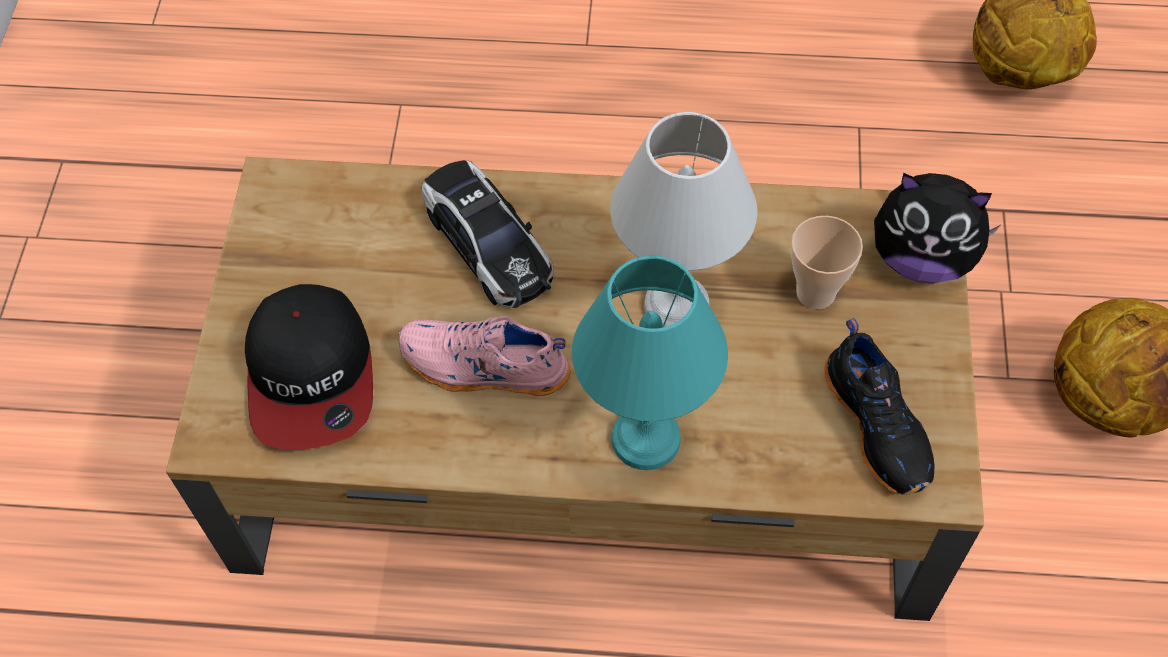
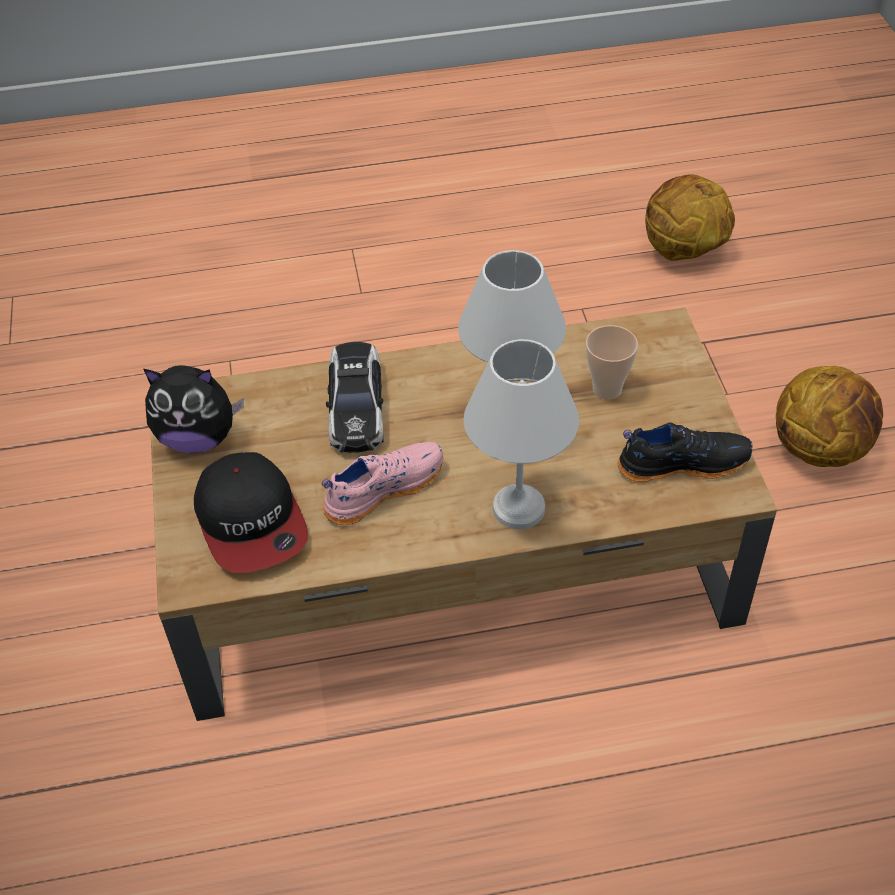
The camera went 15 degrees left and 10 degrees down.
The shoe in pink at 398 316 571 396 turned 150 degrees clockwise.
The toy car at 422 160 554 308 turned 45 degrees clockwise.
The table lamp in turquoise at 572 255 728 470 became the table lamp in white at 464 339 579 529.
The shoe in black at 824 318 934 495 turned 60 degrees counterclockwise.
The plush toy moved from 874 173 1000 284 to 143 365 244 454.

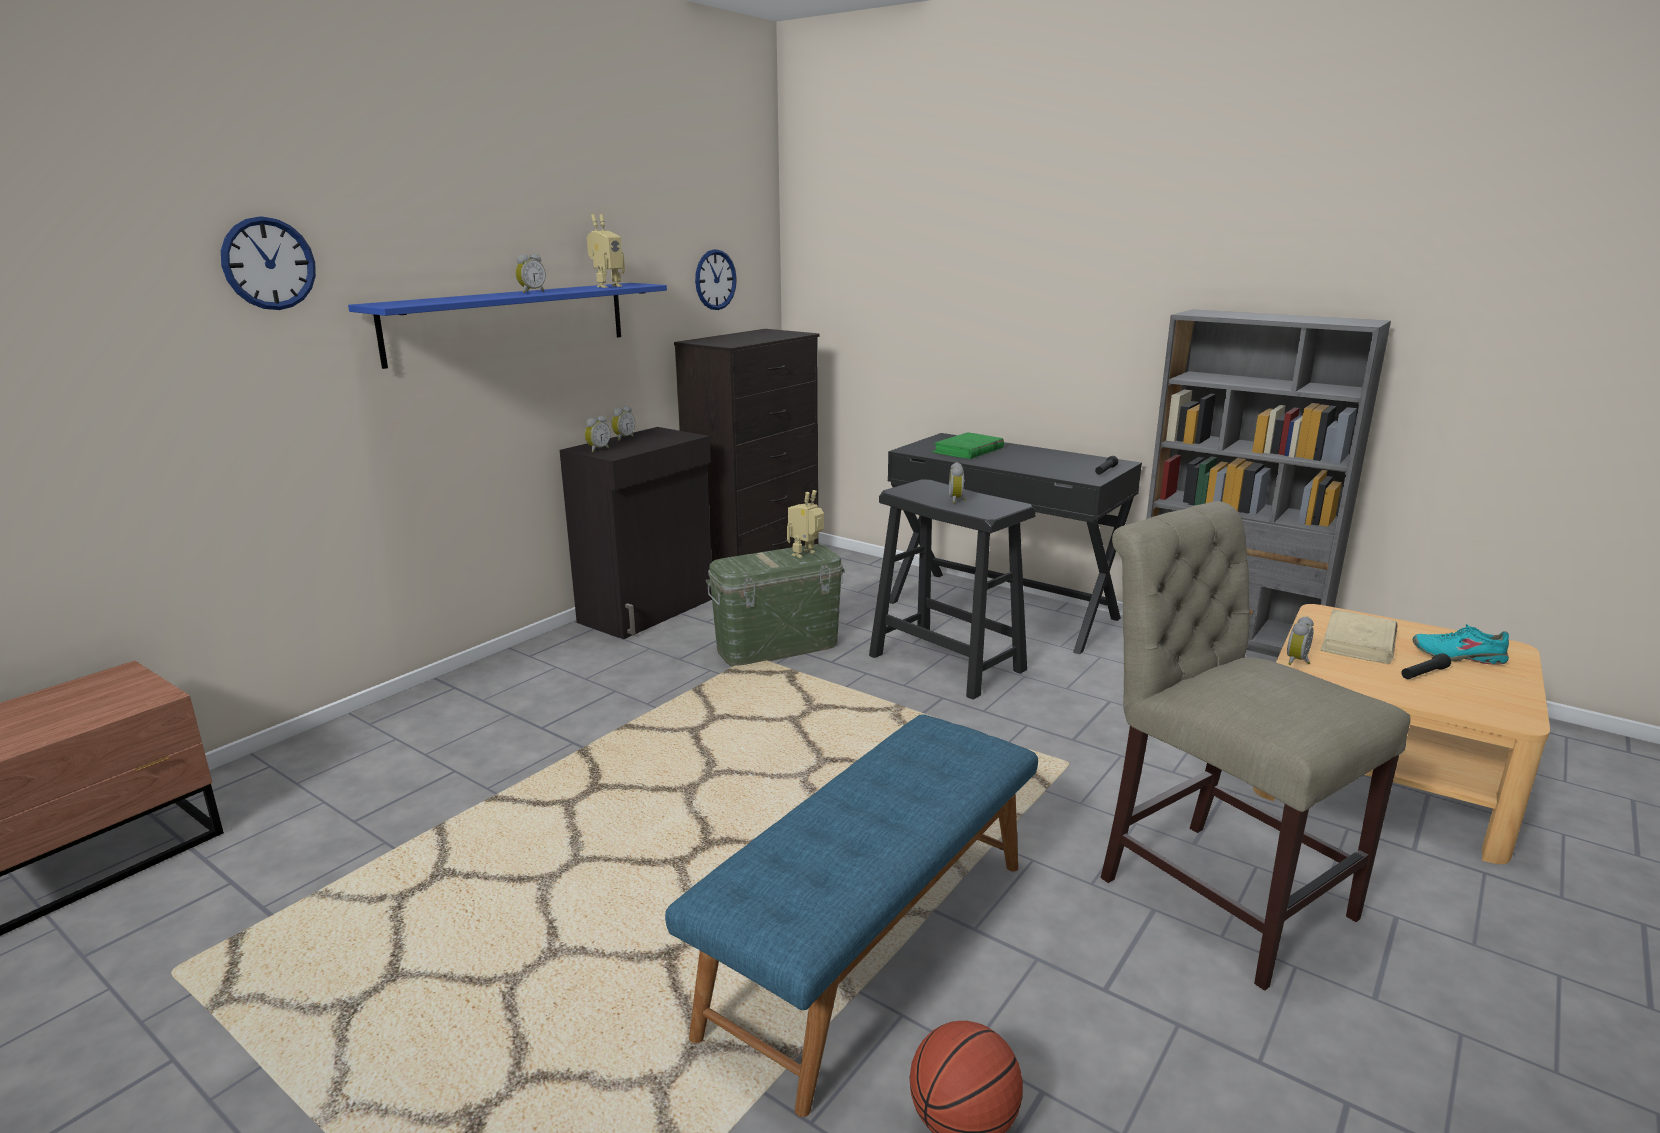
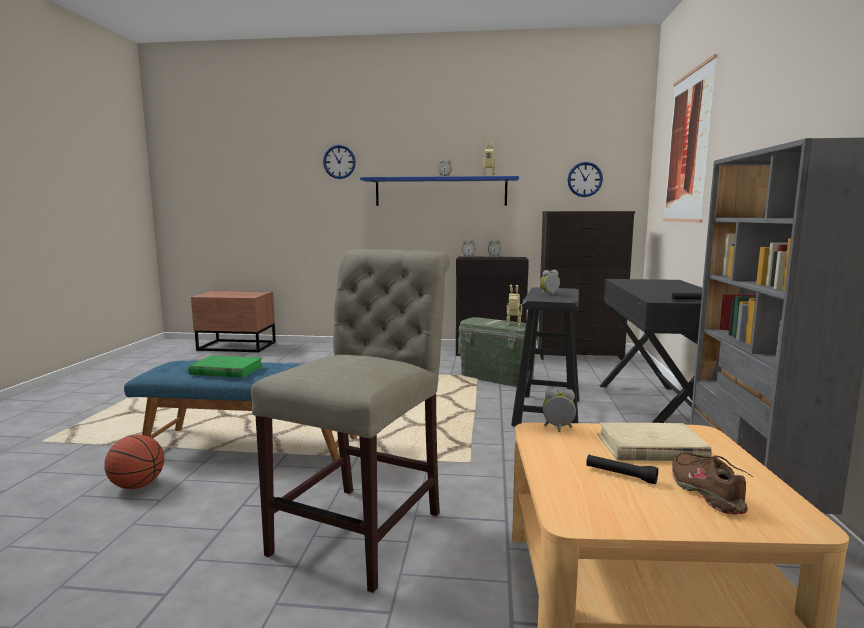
The camera went 60 degrees right and 10 degrees down.
The book in green moved from 932 432 1004 459 to 188 355 263 378.
The shoe in turquoise at 1412 624 1509 665 became the shoe in brown at 672 452 753 514.
The picture at 663 54 717 222 appeared.

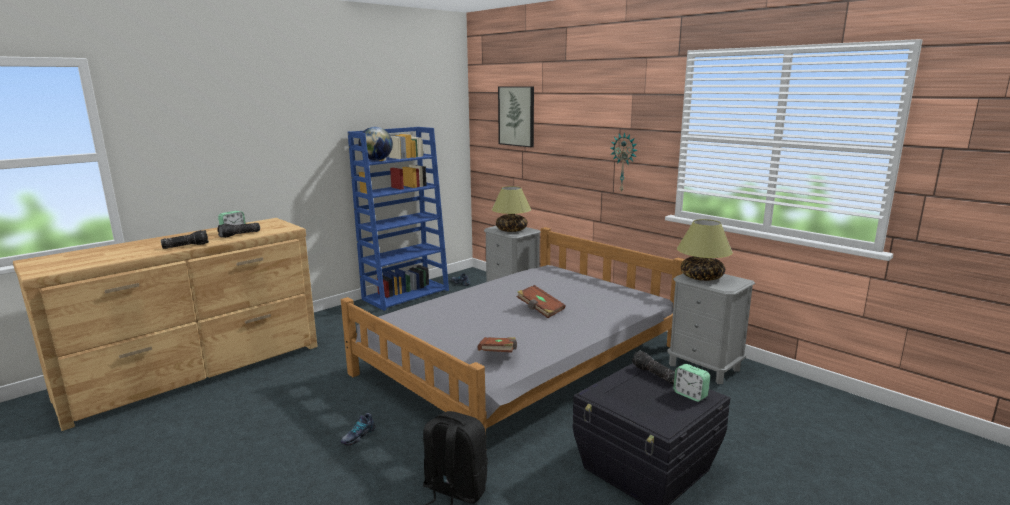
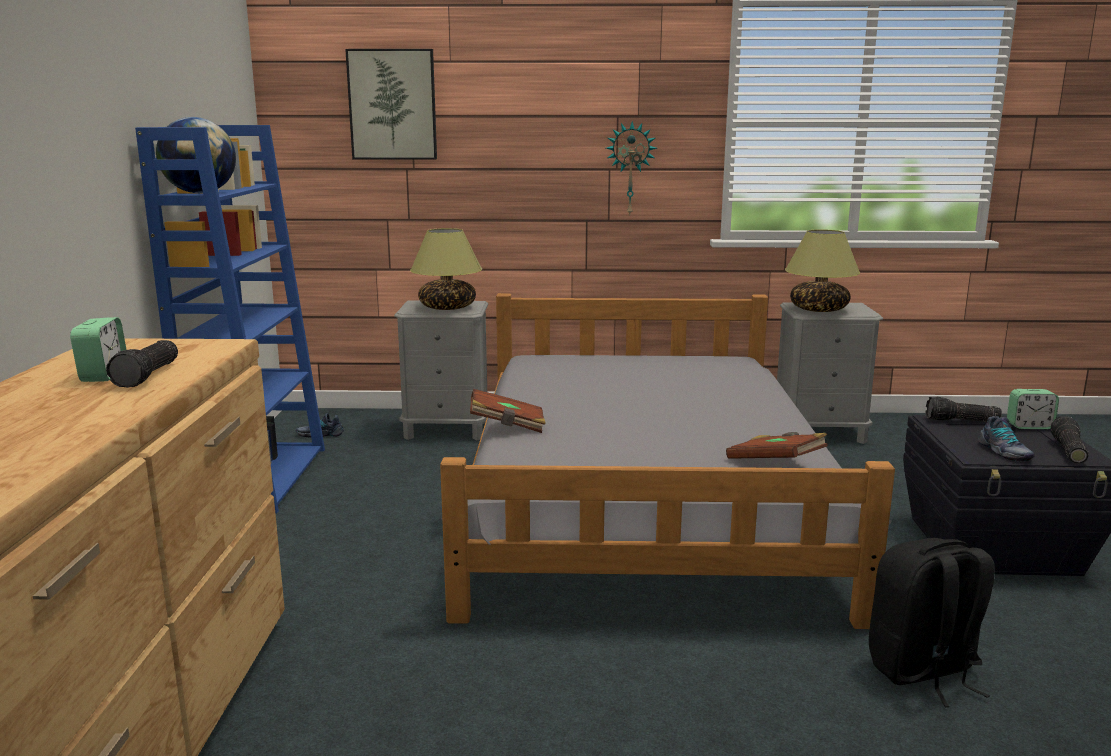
The camera went 45 degrees left and 0 degrees up.
The flashlight moved from 161 230 209 249 to 1051 416 1088 464.
The shoe moved from 341 413 375 446 to 978 416 1035 462.
The book in brown moved from 517 285 566 318 to 470 389 546 433.

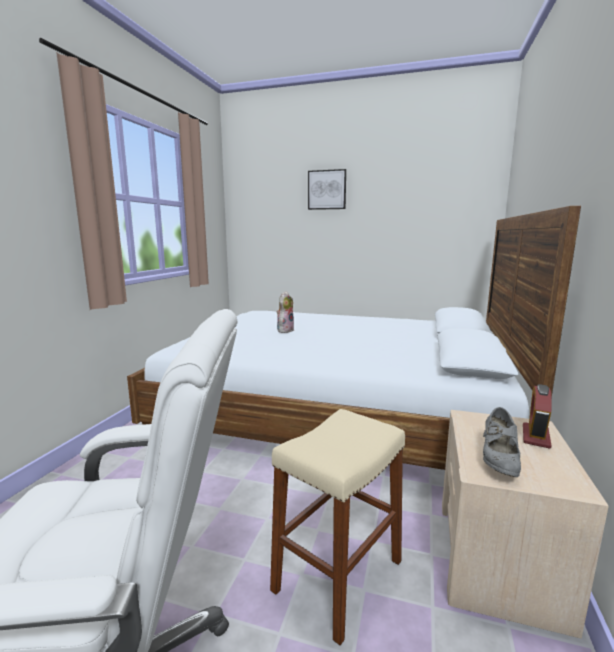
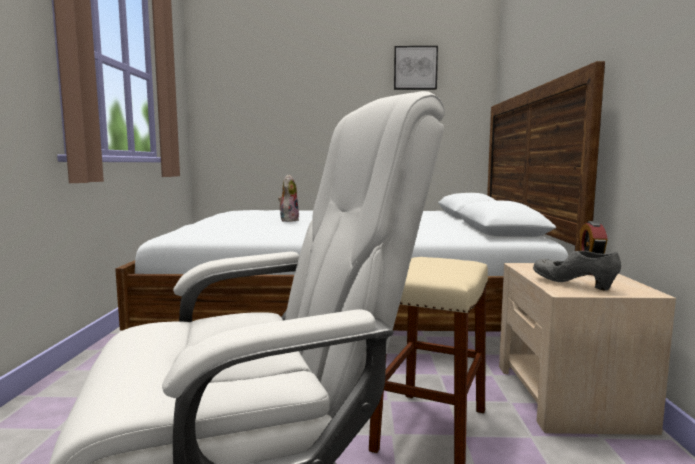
The camera went 15 degrees left and 5 degrees down.
The picture moved from 308 169 346 210 to 394 46 438 90.
The shoe in grey at 483 407 521 477 turned 135 degrees clockwise.

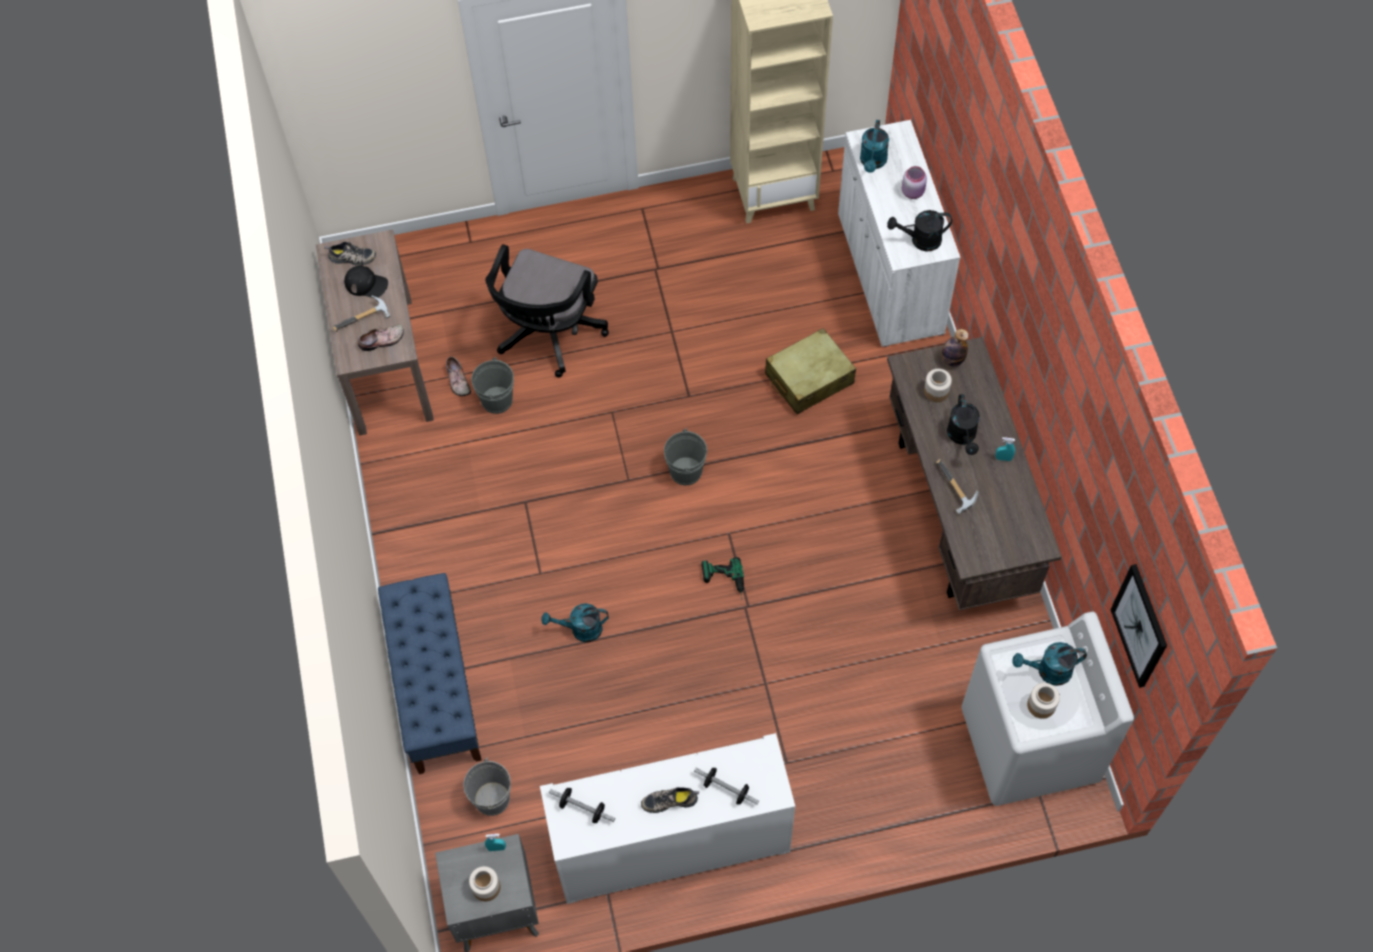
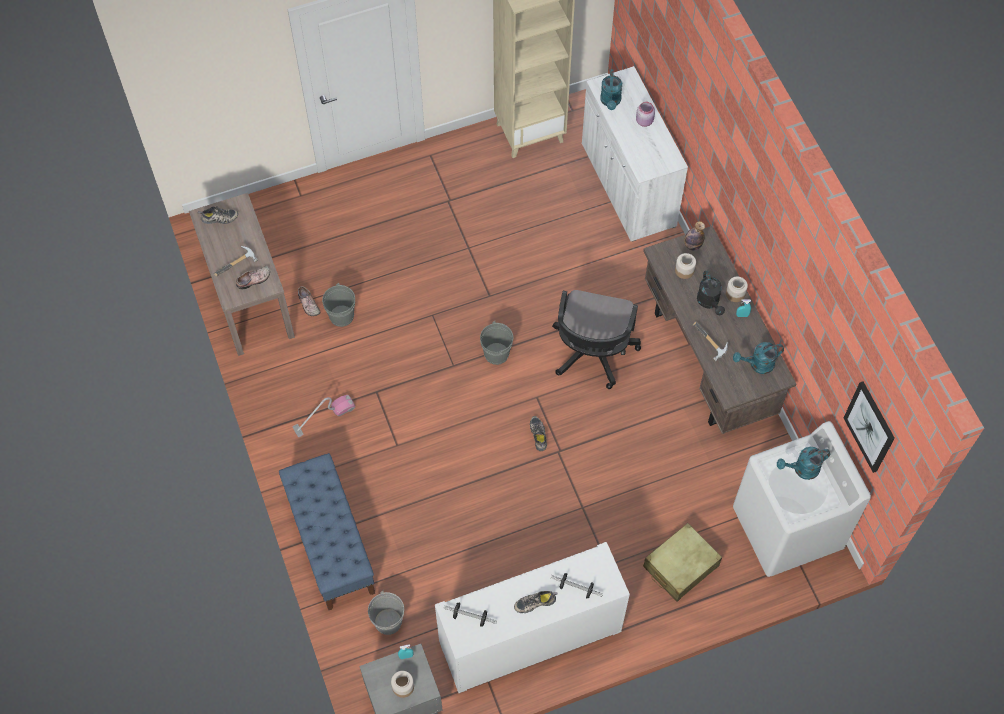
The camera went 10 degrees left and 0 degrees up.
The cap in black at 344 265 388 298 disappeared.
The office chair in black moved from 485 244 609 378 to 552 290 641 389.
The watering can in turquoise moved from 541 603 609 642 to 733 342 784 374.
The power drill at 701 557 744 598 was replaced by the shoe at 530 416 547 451.
The suitcase in beige moved from 765 328 856 414 to 643 523 722 601.
The watering can in black at 887 210 952 252 disappeared.
The jar moved from 1027 683 1060 719 to 726 276 748 302.
The vacuum cleaner at 293 395 355 437 appeared.

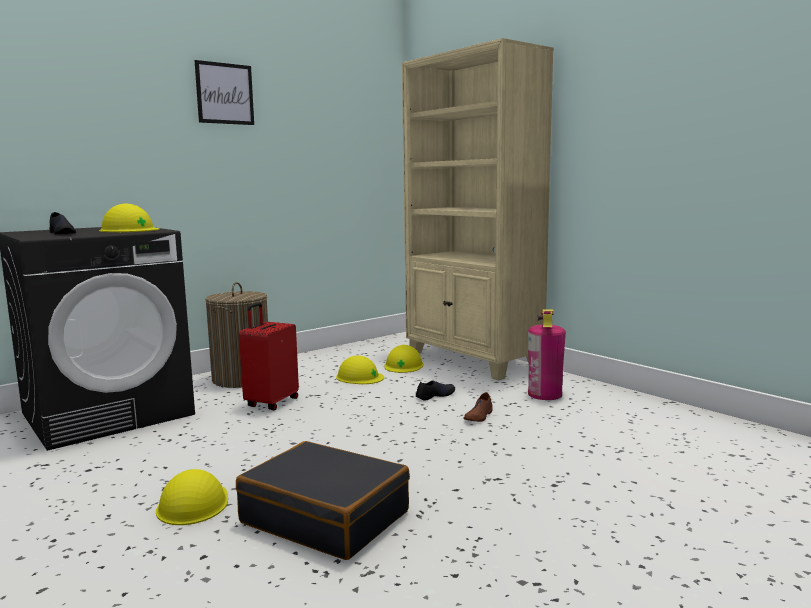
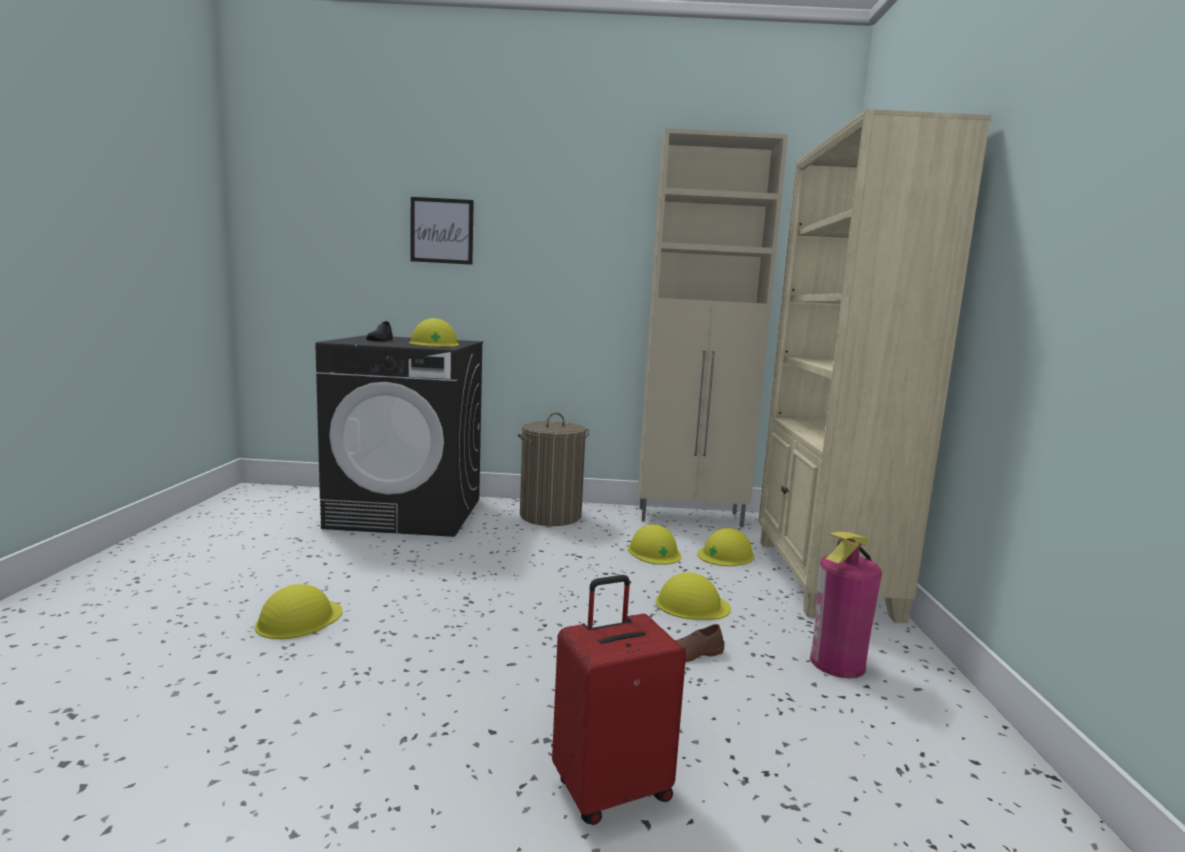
The camera went 40 degrees right and 0 degrees up.
The picture moved from 194 60 254 125 to 411 197 474 265.
The suitcase in black at 236 441 410 560 disappeared.
The suitcase in red moved from 239 303 299 410 to 552 575 686 825.
The shoe in black at 416 381 455 401 was replaced by the hard hat in yellow at 656 573 731 620.
The cabinet in beige at 638 128 788 527 appeared.

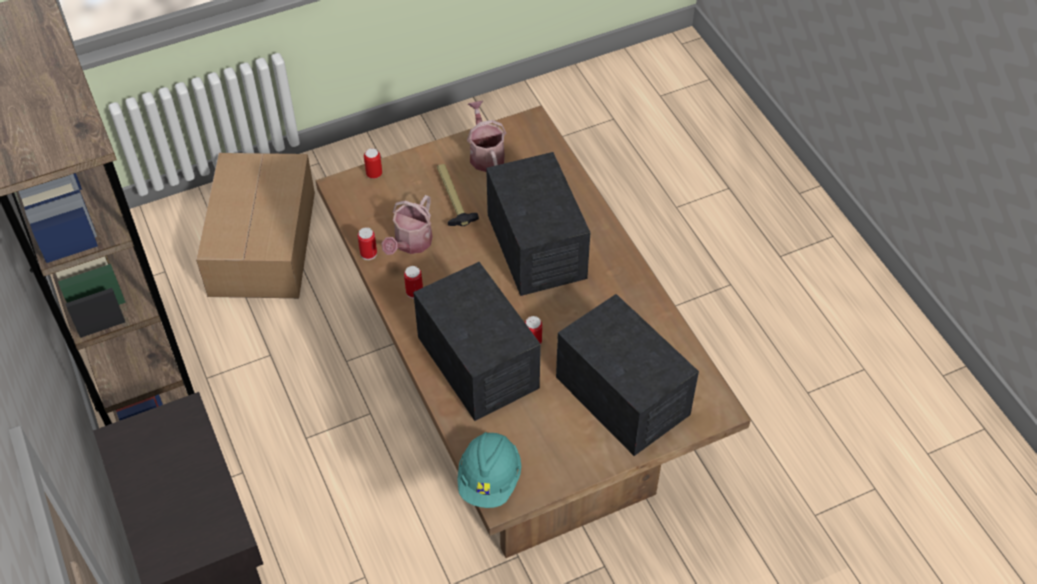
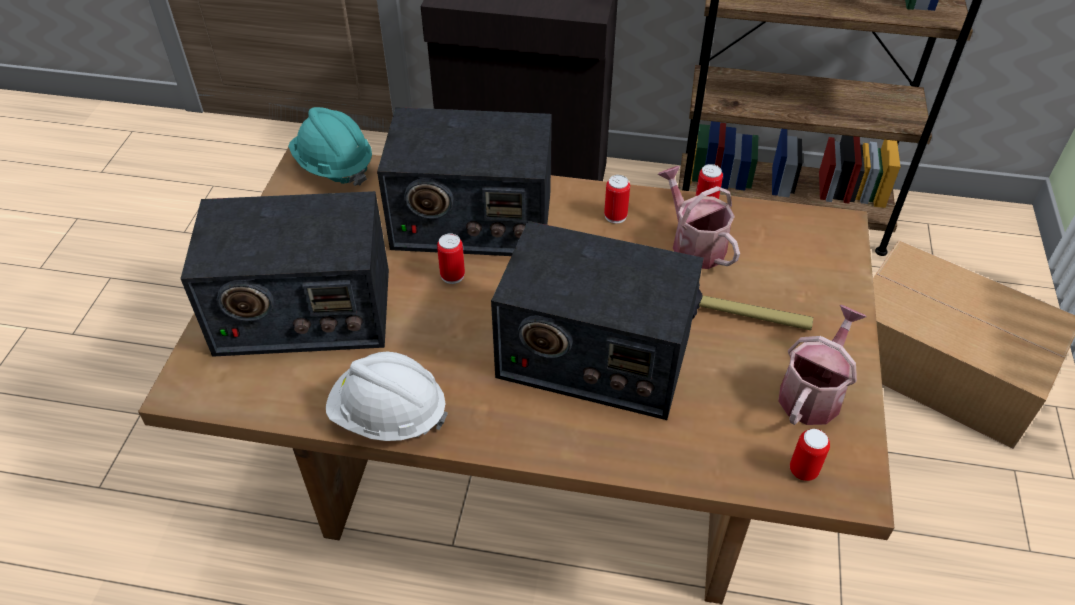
The camera went 125 degrees right and 5 degrees down.
The can moved from 364 148 382 179 to 790 429 830 481.
The watering can at 467 101 506 172 turned 75 degrees counterclockwise.
The hard hat in white at 326 351 448 441 appeared.

